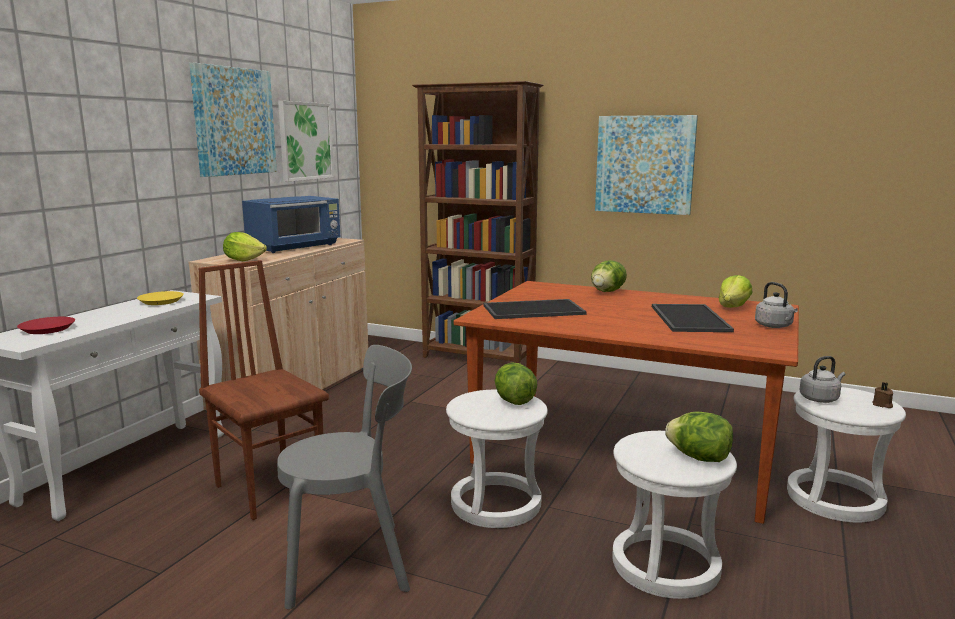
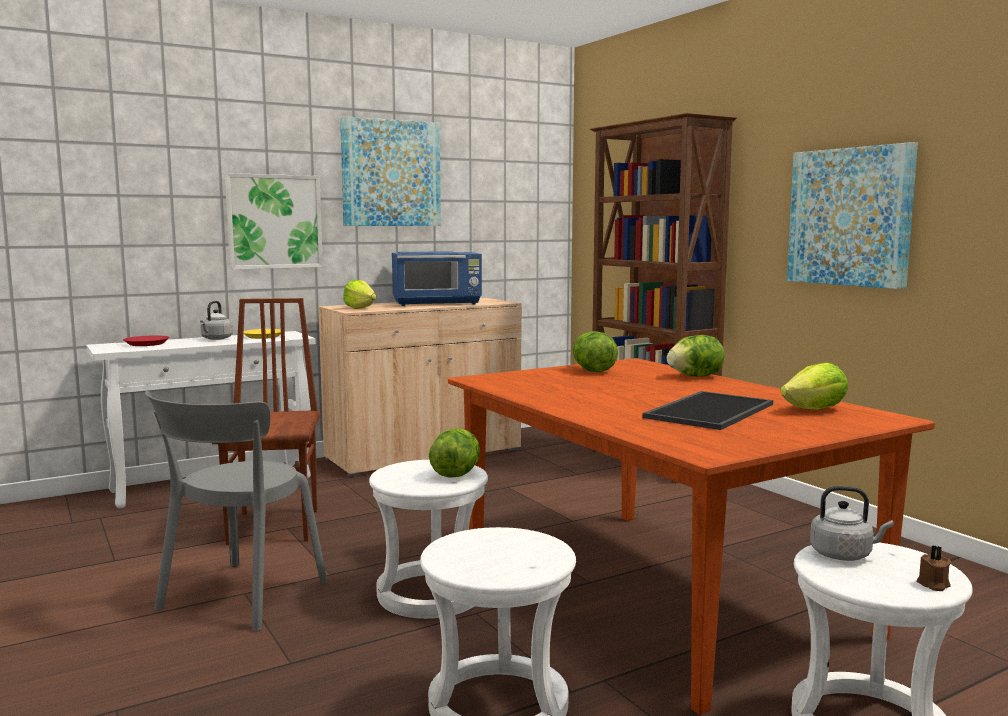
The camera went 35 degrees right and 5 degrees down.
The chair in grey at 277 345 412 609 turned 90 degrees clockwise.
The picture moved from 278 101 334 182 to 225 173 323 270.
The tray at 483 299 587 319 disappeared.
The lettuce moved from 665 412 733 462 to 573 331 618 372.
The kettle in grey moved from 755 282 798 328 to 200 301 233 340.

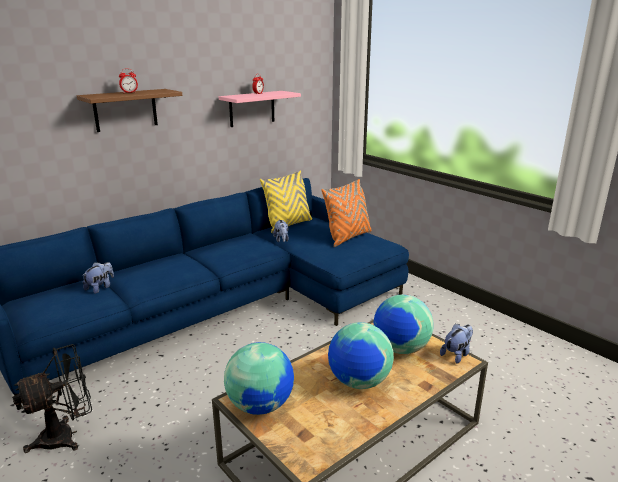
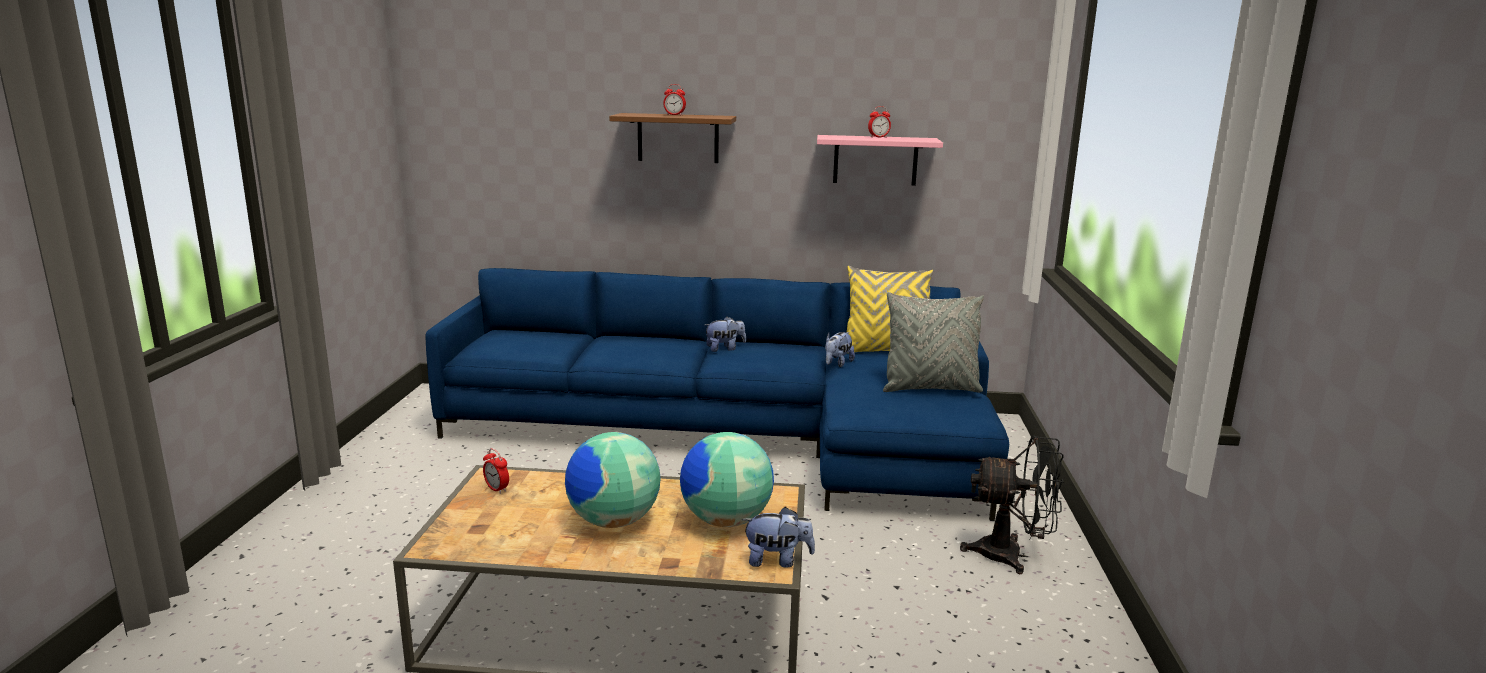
The camera went 45 degrees right and 5 degrees down.
The fan in black moved from 12 344 92 453 to 960 435 1064 574.
The plush toy moved from 82 262 114 294 to 705 317 746 352.
The globe at 224 342 294 415 was replaced by the alarm clock at 483 449 509 494.
The pillow in orange at 322 179 371 247 became the pillow in grey at 883 292 984 392.

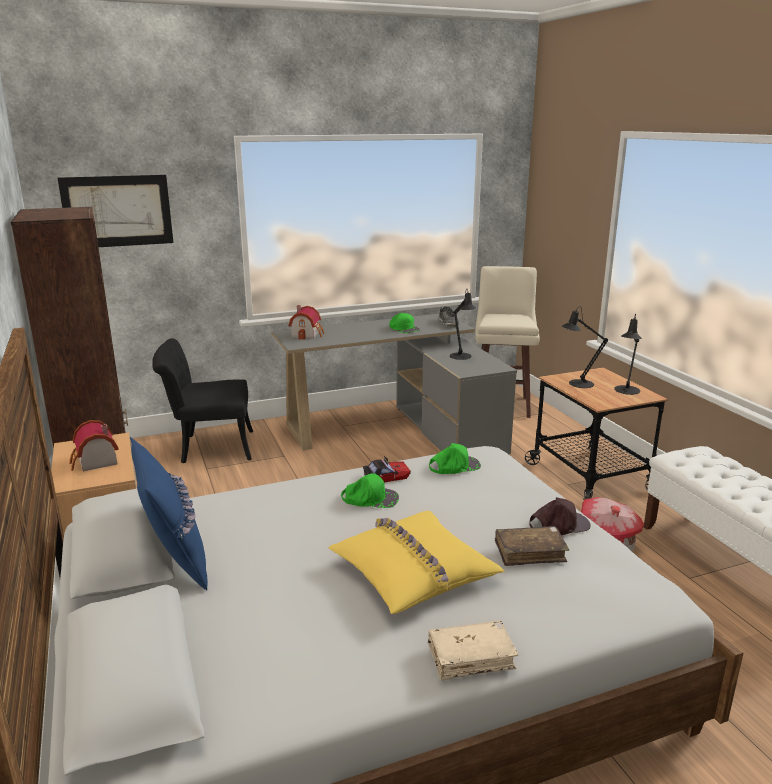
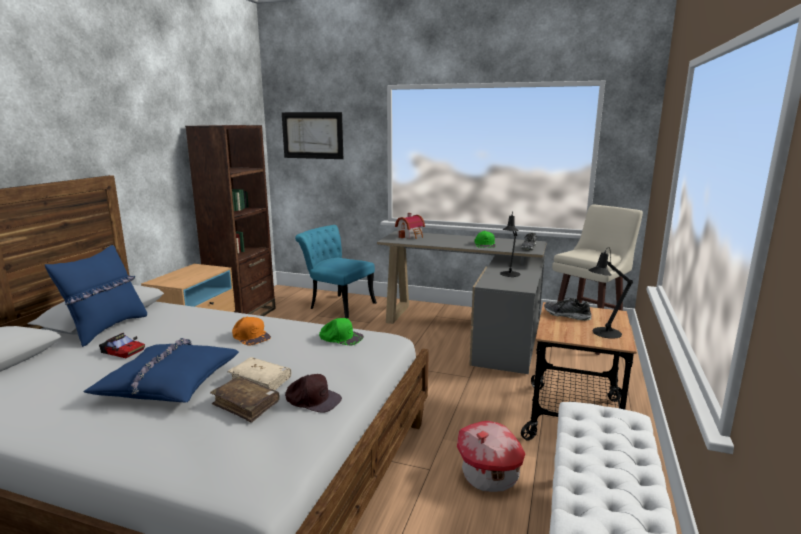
The camera went 40 degrees right and 5 degrees down.
The toy house at 69 420 119 471 disappeared.
The chair in black at 152 338 253 463 became the chair in turquoise at 295 225 377 319.
The pillow in yellow at 328 511 505 614 became the pillow in blue at 83 338 239 403.
The cap in green at 341 473 399 508 became the cap in orange at 232 317 271 346.
The toy car moved from 363 456 411 482 to 99 333 145 358.
The book in beige moved from 428 620 519 680 to 228 357 292 390.
The table lamp in black at 562 308 608 388 was replaced by the shoe at 544 298 592 320.

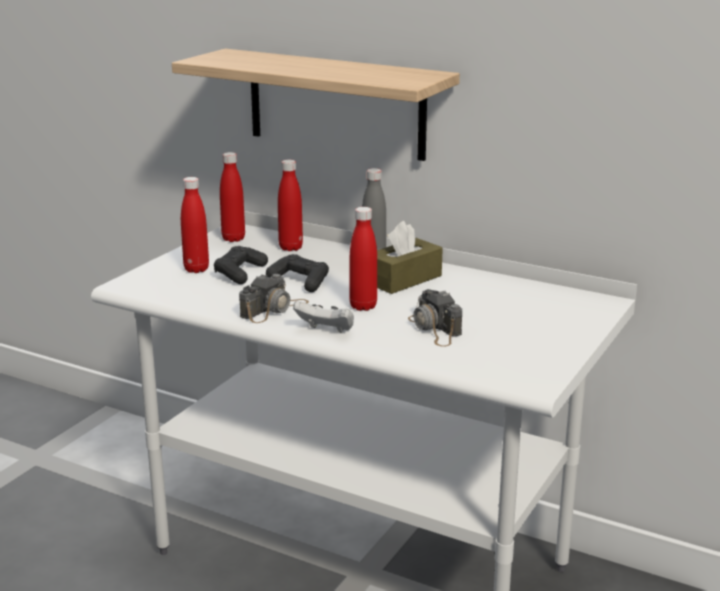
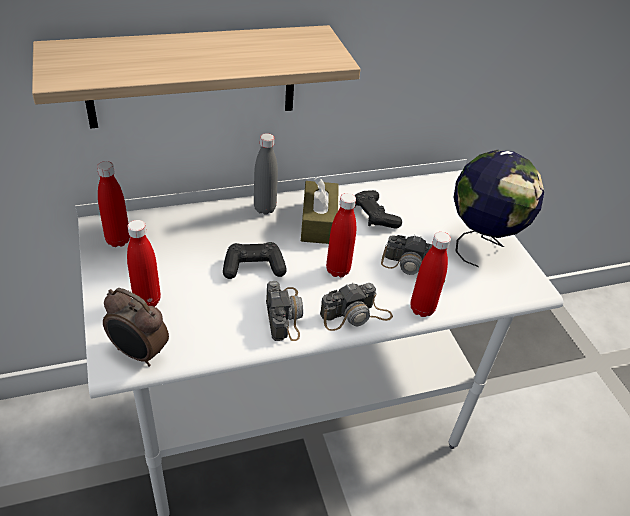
The camera went 50 degrees left and 20 degrees up.
The game controller in black moved from 214 246 268 284 to 354 190 402 228.
The bottle in red moved from 278 160 303 251 to 411 232 451 317.
The game controller in white at 293 301 354 333 was replaced by the photo camera at 320 282 393 331.
The alarm clock at 103 288 169 367 appeared.
The globe at 453 150 544 267 appeared.

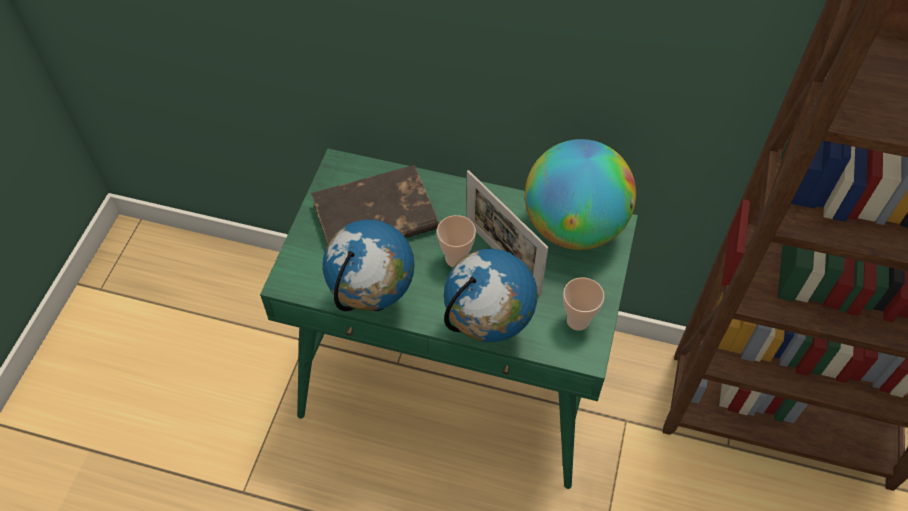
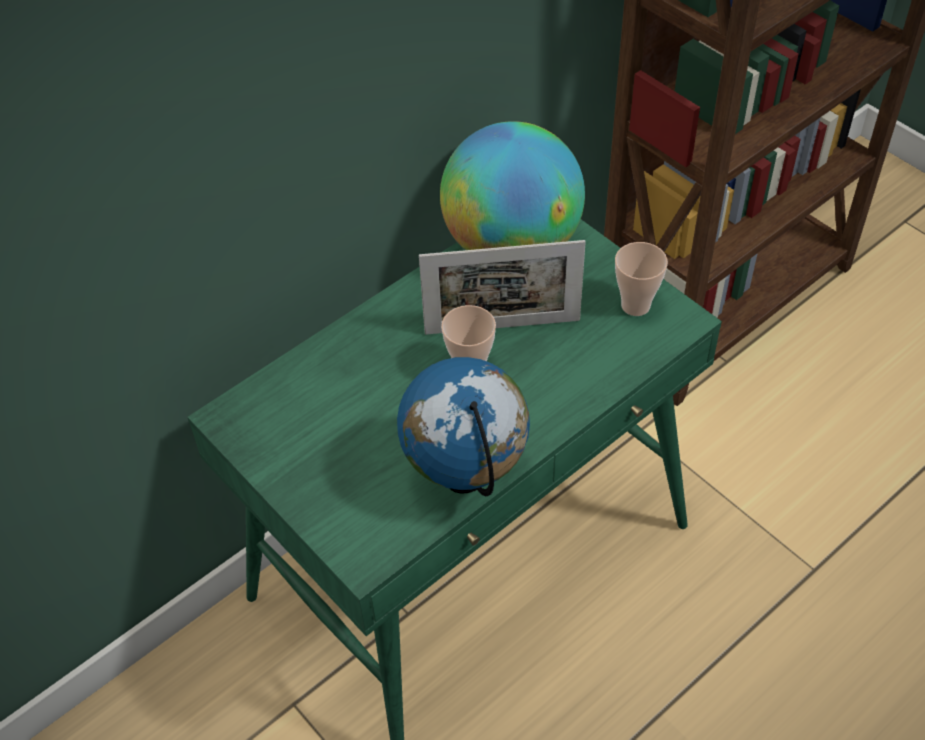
The camera went 55 degrees left and 5 degrees down.
The book in brown at 311 165 439 245 disappeared.
The globe at 444 249 537 342 disappeared.

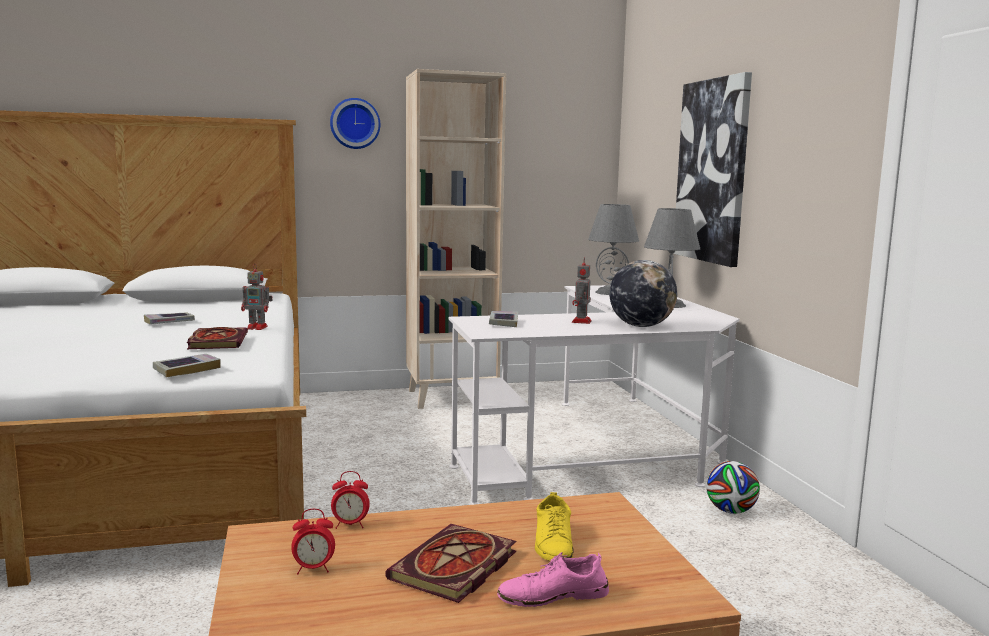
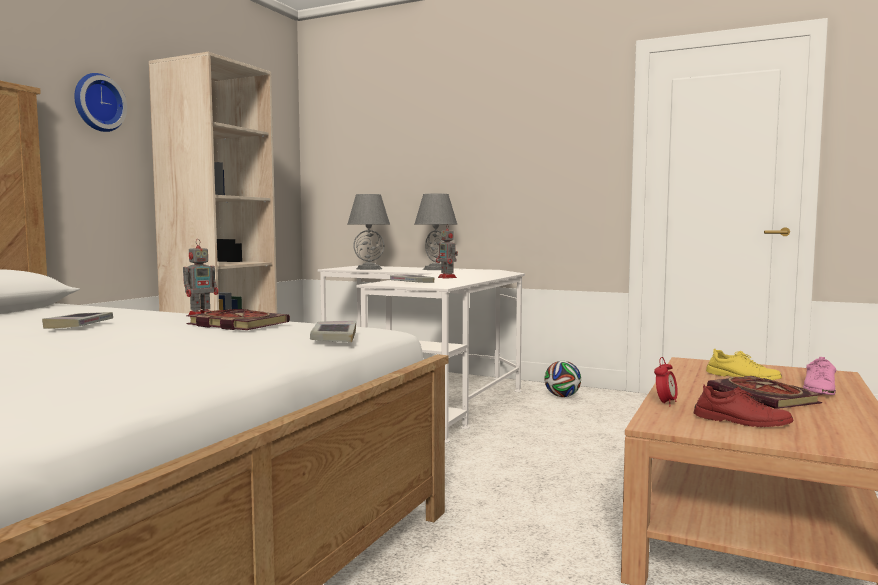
The camera went 50 degrees left and 5 degrees down.
The alarm clock at 291 509 335 574 was replaced by the shoe in red at 694 384 793 427.
The globe at 609 260 677 327 disappeared.
The picture at 673 72 752 267 disappeared.

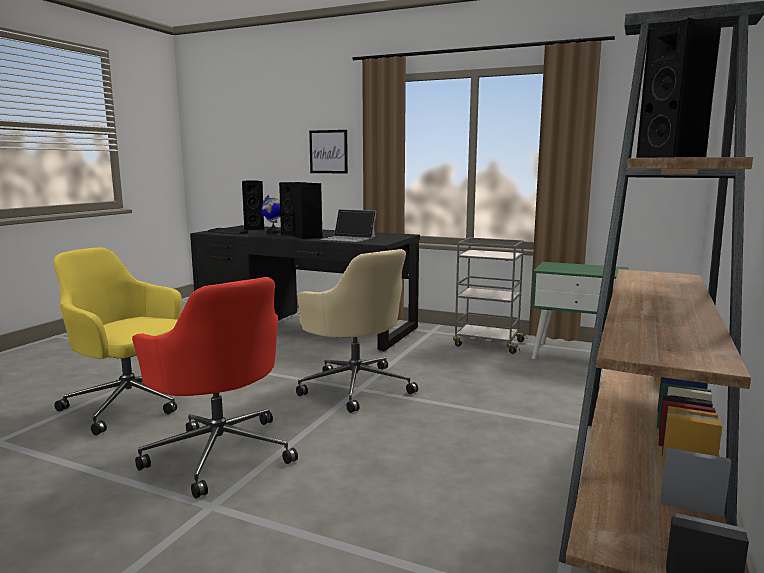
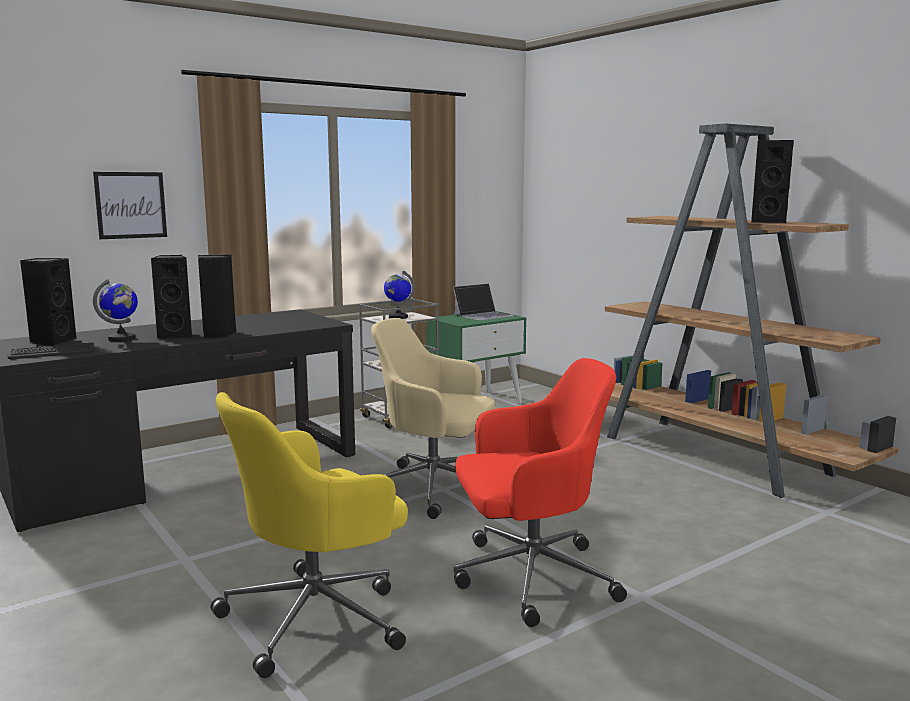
The camera went 60 degrees left and 0 degrees up.
The office chair in beige at 296 249 418 413 turned 150 degrees counterclockwise.
The laptop moved from 320 209 376 242 to 453 283 514 321.
The globe at 384 271 415 319 appeared.

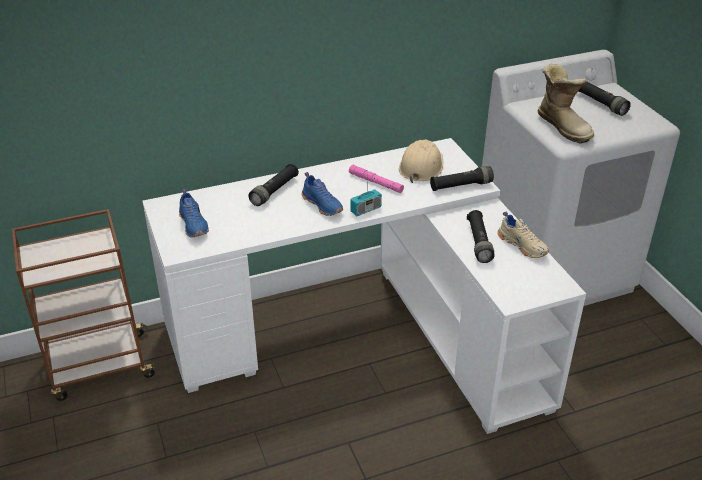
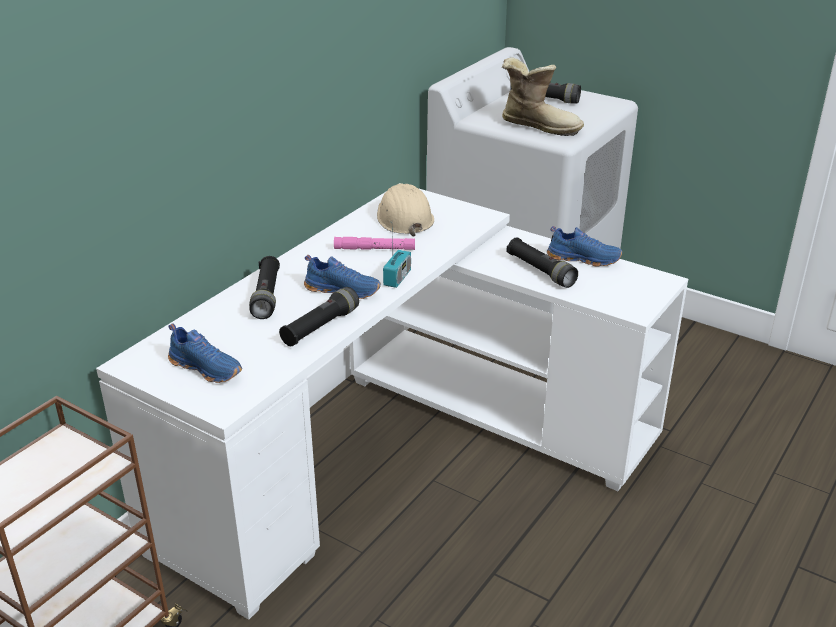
The camera went 35 degrees left and 5 degrees down.
The flashlight in black moved from 430 166 494 191 to 279 287 359 346.
The shoe in beige at 498 212 549 258 became the shoe in blue at 547 226 622 267.

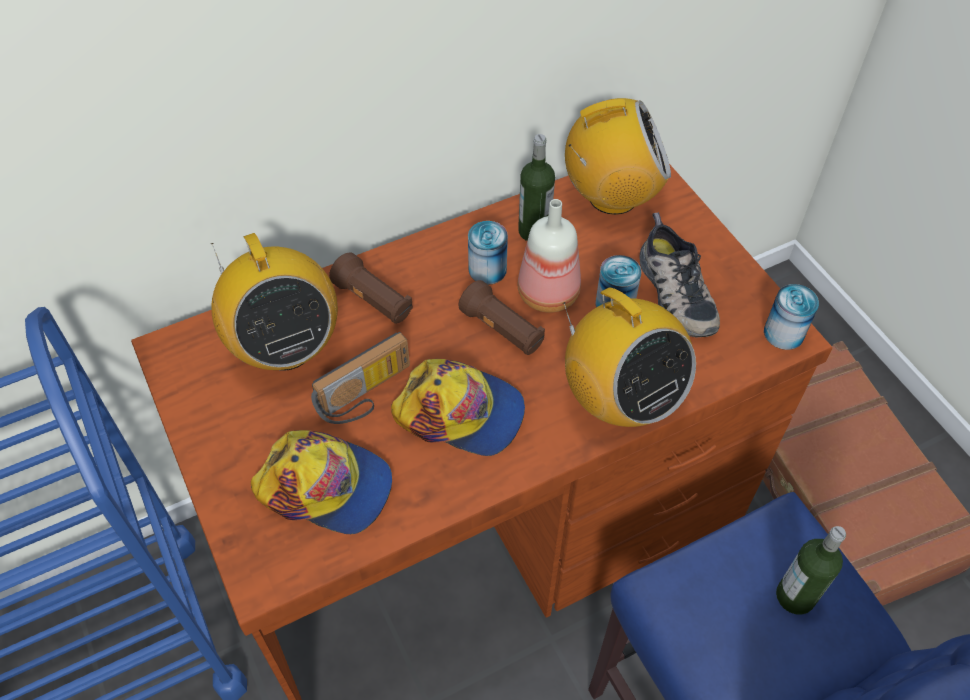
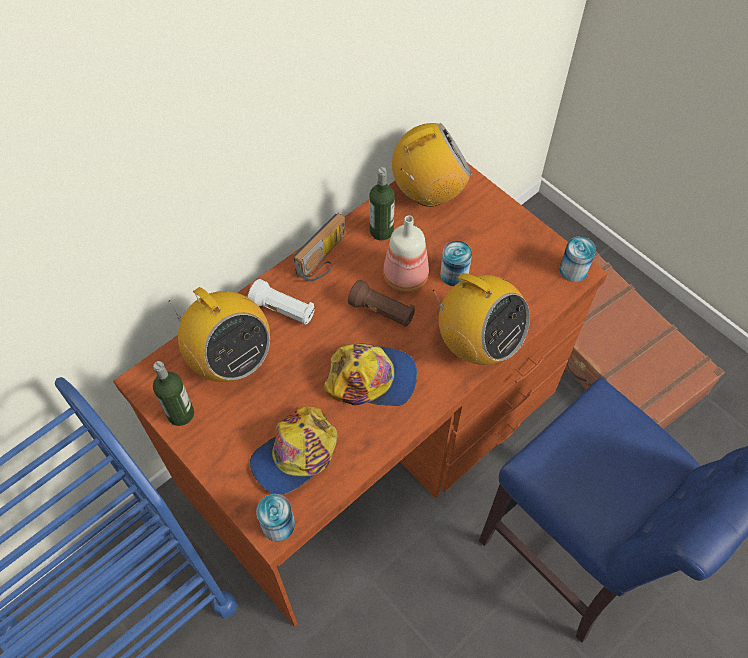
The camera went 15 degrees left and 5 degrees up.
The cap at 251 430 392 534 turned 135 degrees clockwise.
The radio moved from 311 332 410 424 to 294 213 346 281.
The flashlight in brown at 329 253 413 324 became the flashlight in white at 248 279 315 325.
The can moved from 468 221 508 285 to 256 494 295 541.
The shoe at 639 212 720 338 disappeared.
The bottle moved from 776 526 846 615 to 153 361 194 426.

